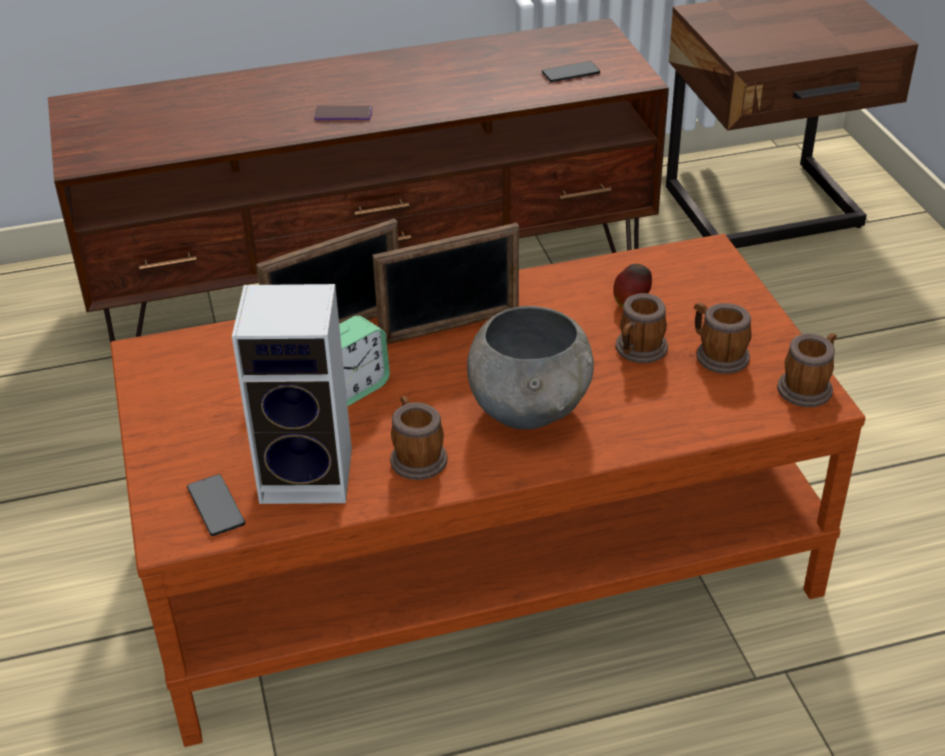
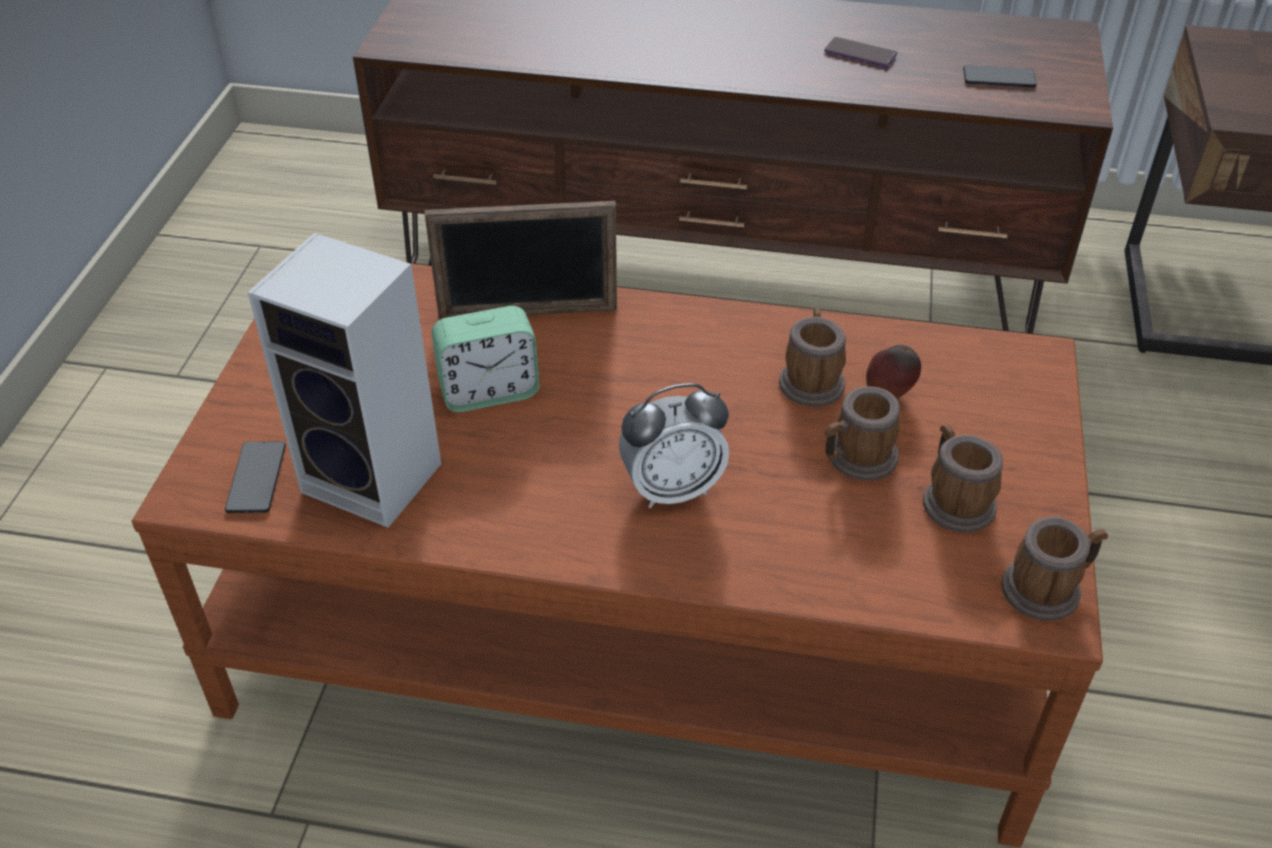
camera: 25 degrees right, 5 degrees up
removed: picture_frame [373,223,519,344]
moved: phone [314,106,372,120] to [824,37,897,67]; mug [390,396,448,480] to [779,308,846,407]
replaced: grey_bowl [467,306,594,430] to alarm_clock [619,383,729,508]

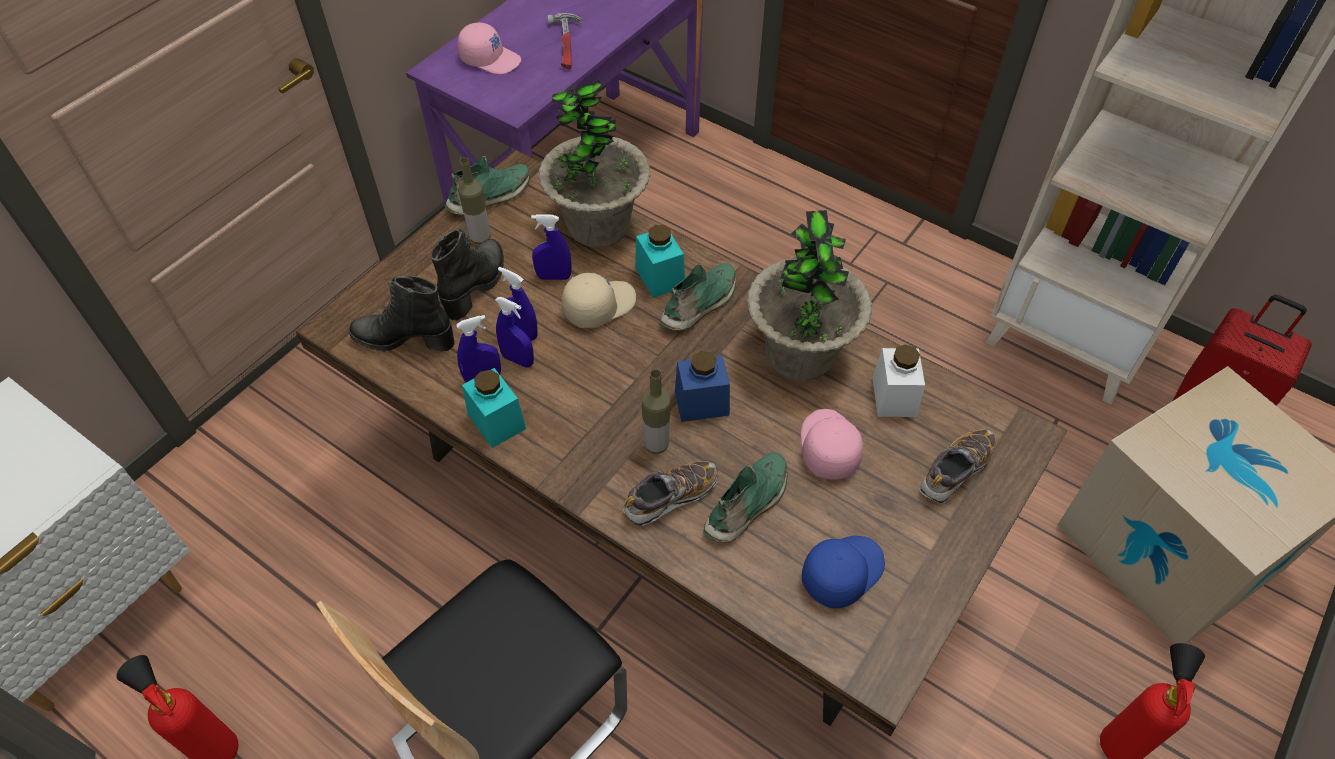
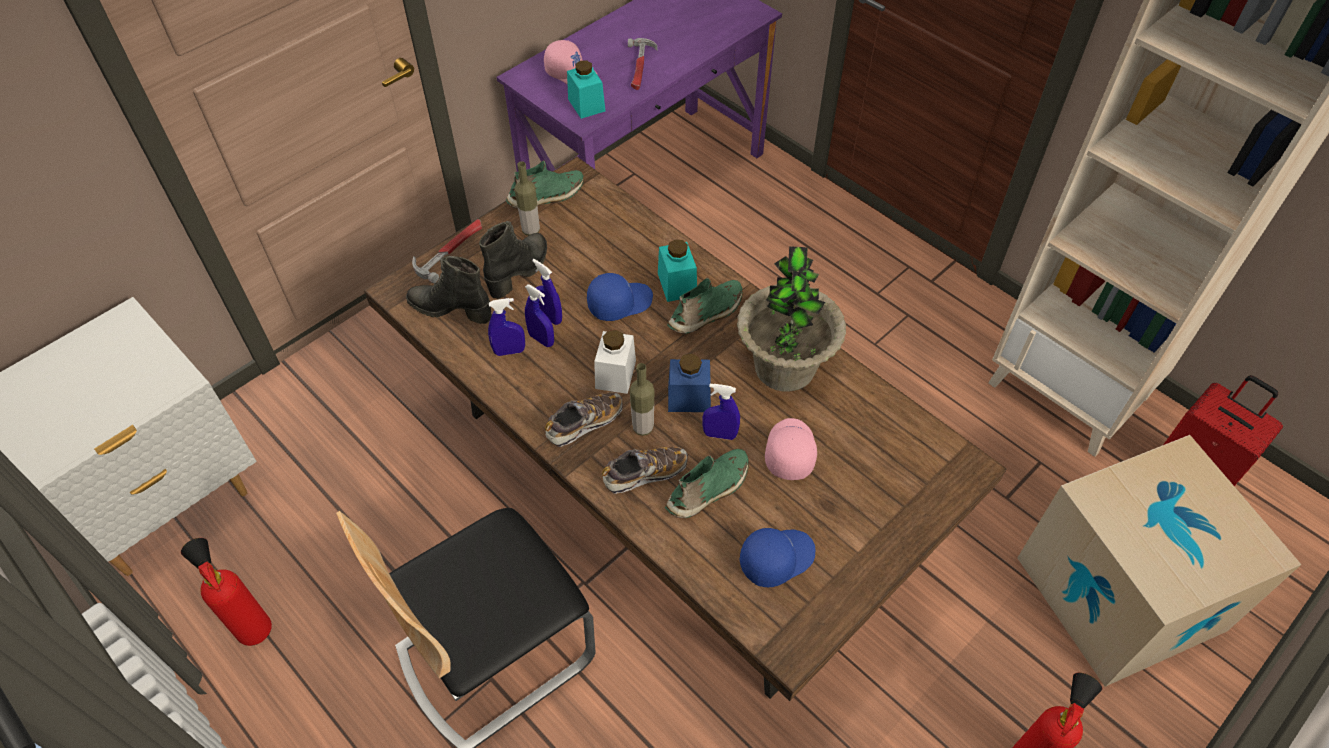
camera: 10 degrees right, 0 degrees up
removed: potted_plant [538,79,651,247]
added: hammer [412,219,482,283]
moved: blue_spray_bottle [531,214,572,280] to [703,384,740,440]; white_jar [872,344,925,417] to [594,330,636,394]; turquoise_jar [462,368,526,448] to [567,60,605,119]; shoe [919,429,997,504] to [545,393,623,447]
recoloured: beige_cap [562,273,636,328] to blue_cap [587,273,653,321]

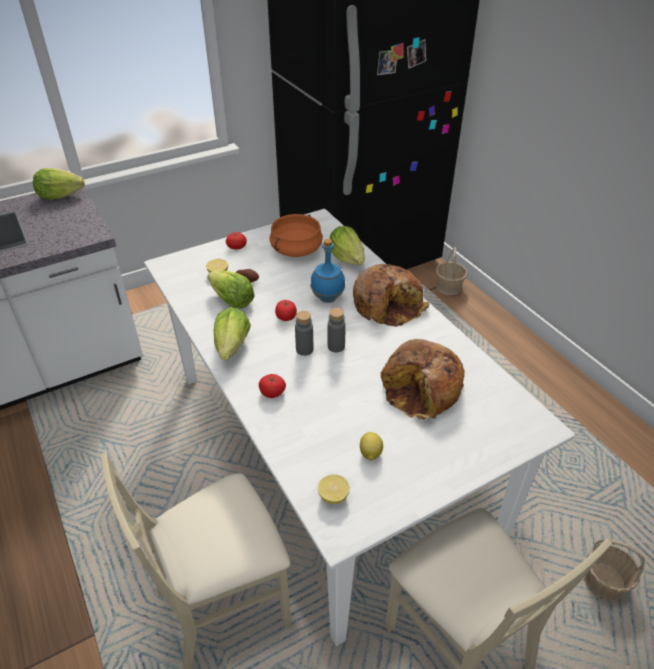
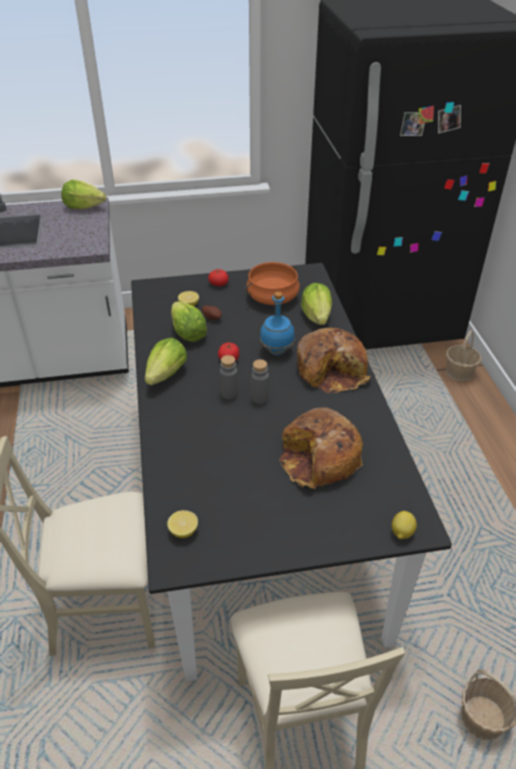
camera: 20 degrees right, 0 degrees up
removed: tomato [259,374,286,398]
moved: lemon [360,432,383,460] to [392,511,417,539]
recoloured: white_dining_table [144,209,575,646] to black_dining_table [131,263,452,681]

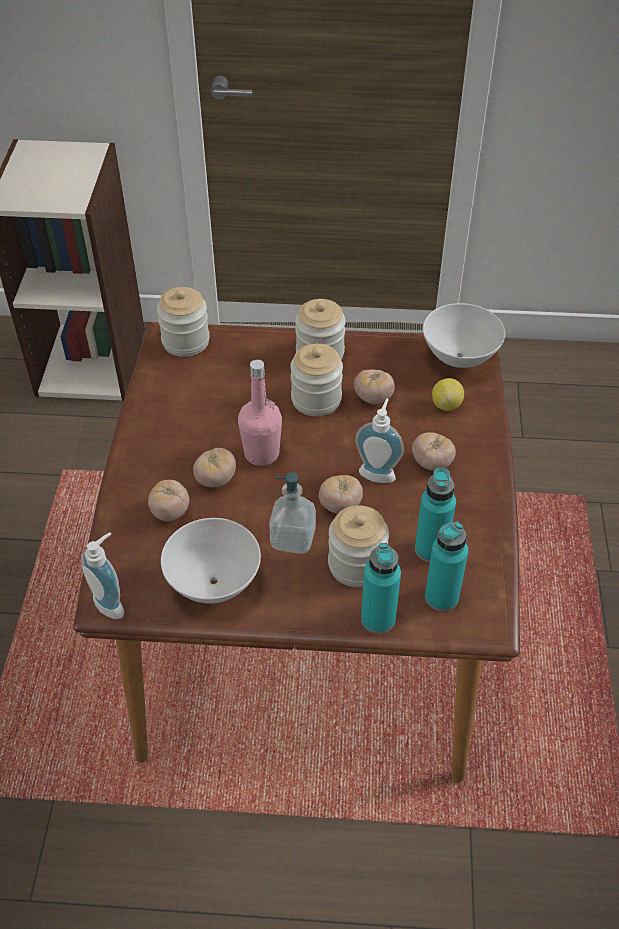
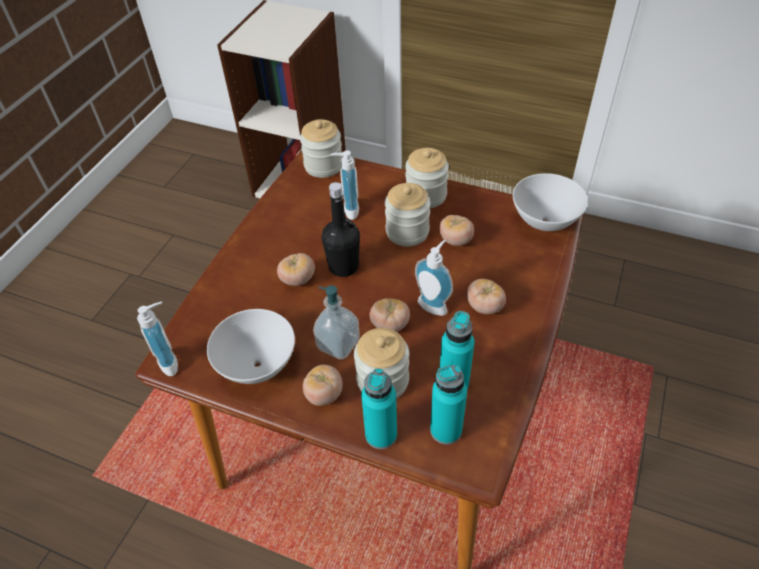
camera: 20 degrees right, 0 degrees up
removed: lemon [432,378,464,411]
added: soap_dispenser [331,151,359,220]
moved: tomato [148,480,189,522] to [303,364,342,406]
recoloured: pink_bottle [238,360,282,466] to black_bottle [322,182,360,277]

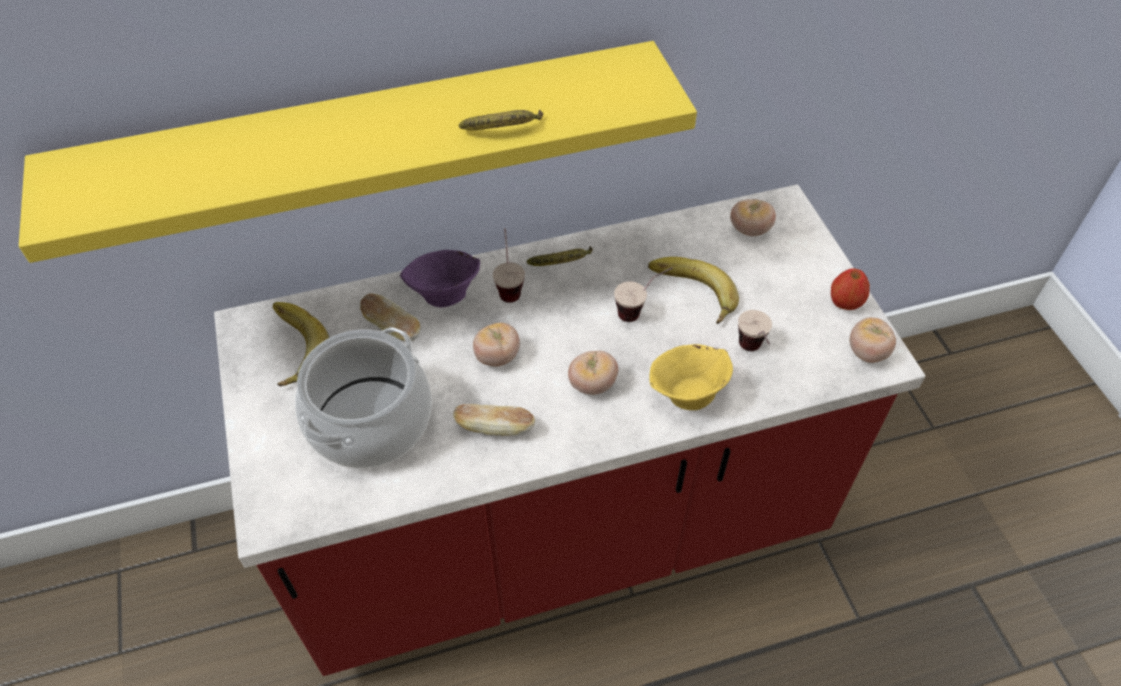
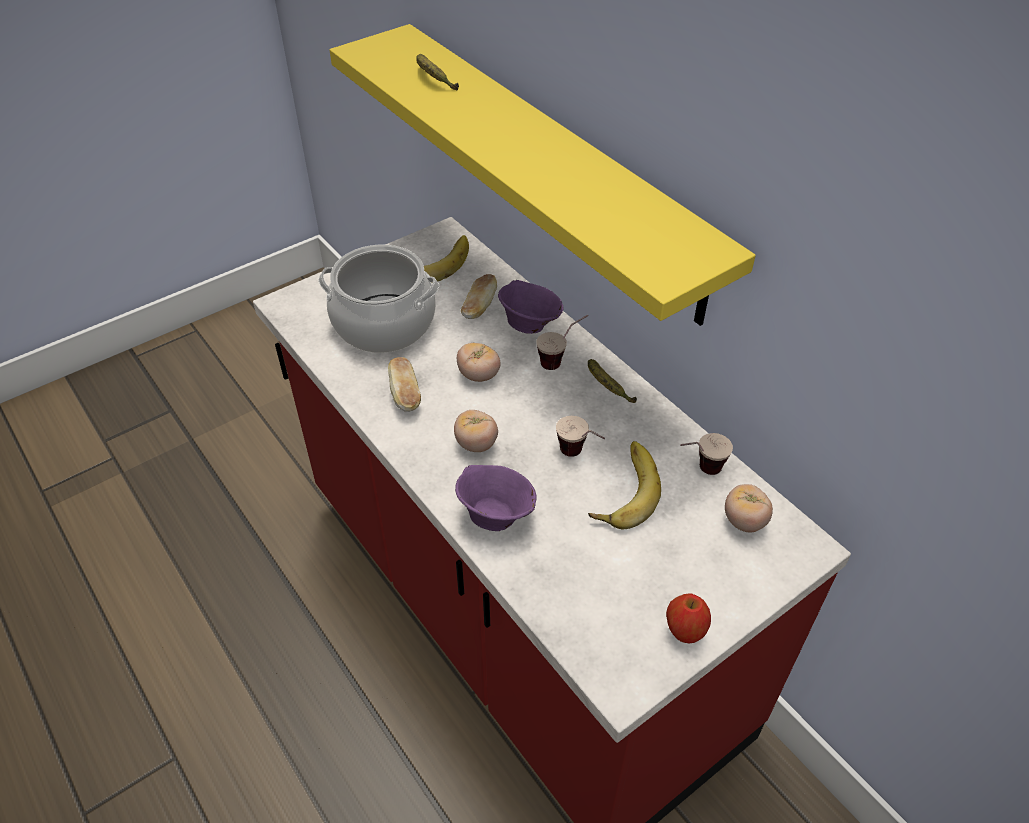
camera: 70 degrees right, 5 degrees down
removed: tomato [850,317,896,363]
moved: banana [459,110,543,130] to [416,54,459,90]; cup [738,310,772,351] to [680,433,733,475]
recoloured: yellow_bowl [649,344,733,410] to purple_bowl [455,465,536,531]

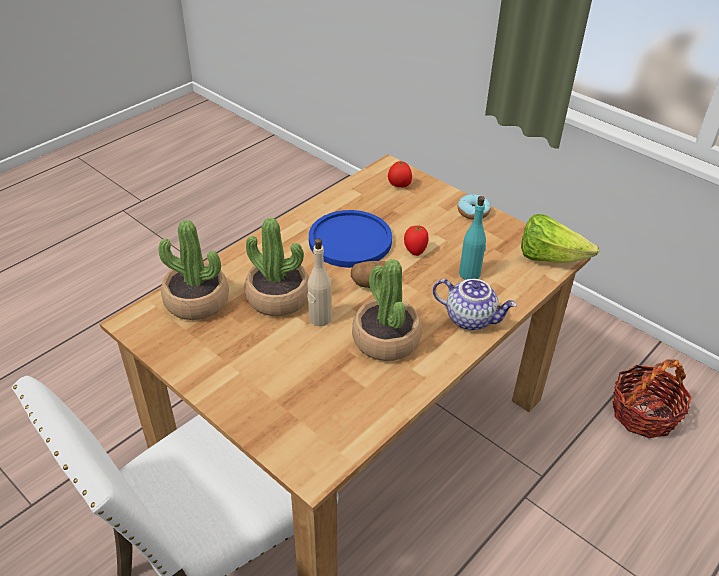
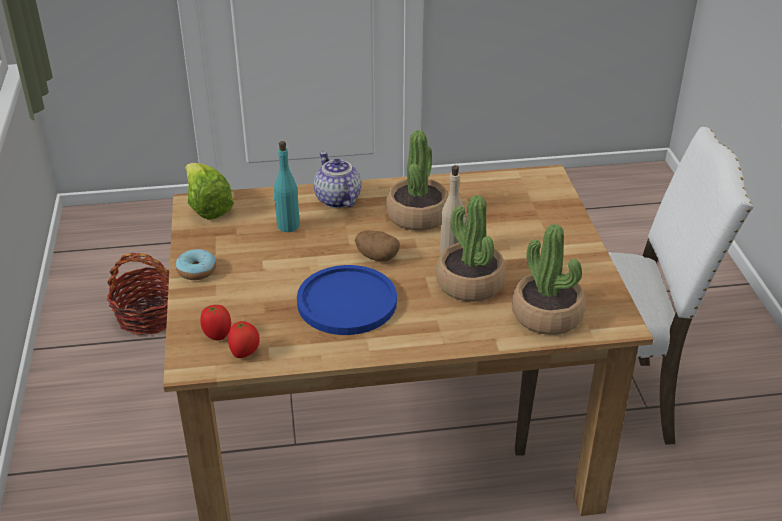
camera: 140 degrees left, 5 degrees down
moved: tomato [404,225,429,256] to [228,321,260,358]

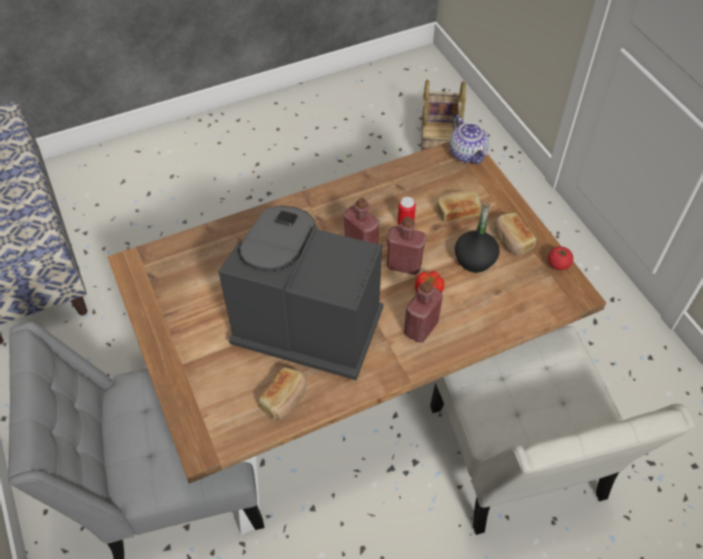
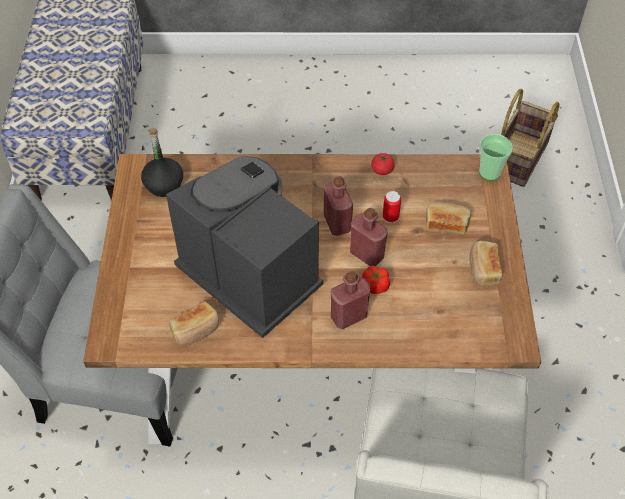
camera: 25 degrees right, 0 degrees up
moved: black_bottle [455,201,500,273] to [141,128,183,197]; tomato [548,246,573,270] to [371,153,394,175]
replaced: teapot [449,115,489,164] to cup [479,134,513,181]

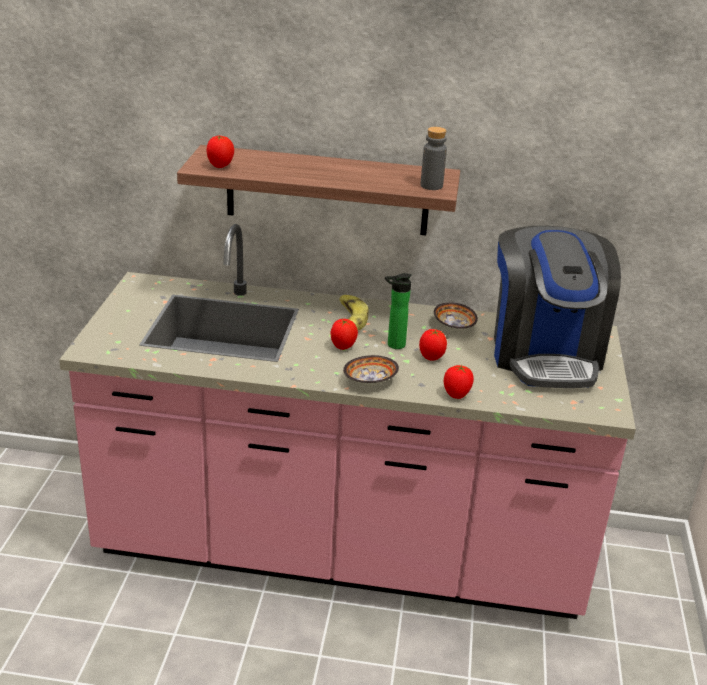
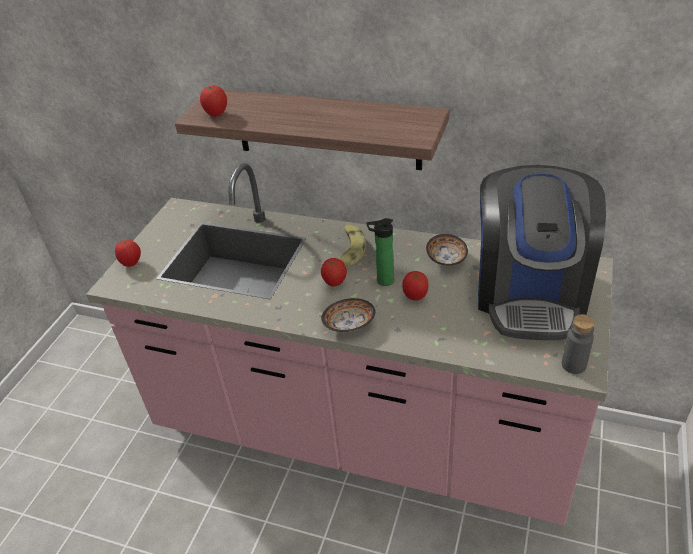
camera: 15 degrees right, 10 degrees up
moved: grey_bottle [421,127,447,190] to [562,314,595,374]; tomato [444,365,474,399] to [115,240,141,267]

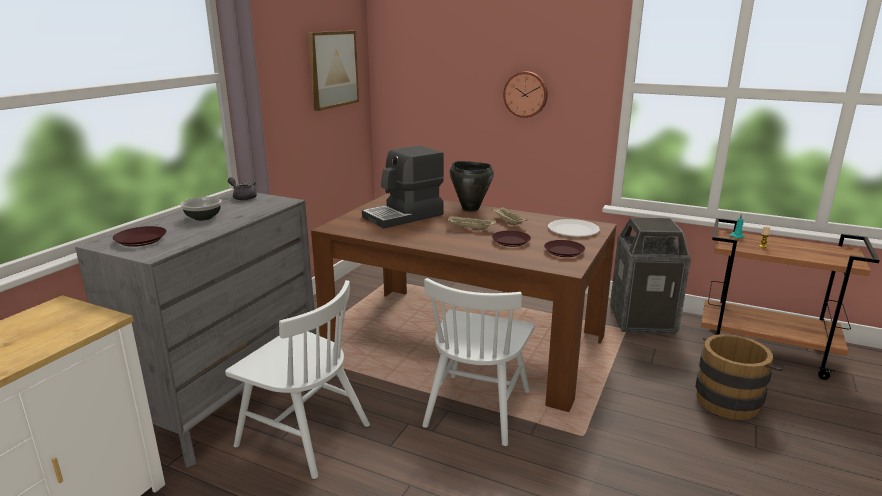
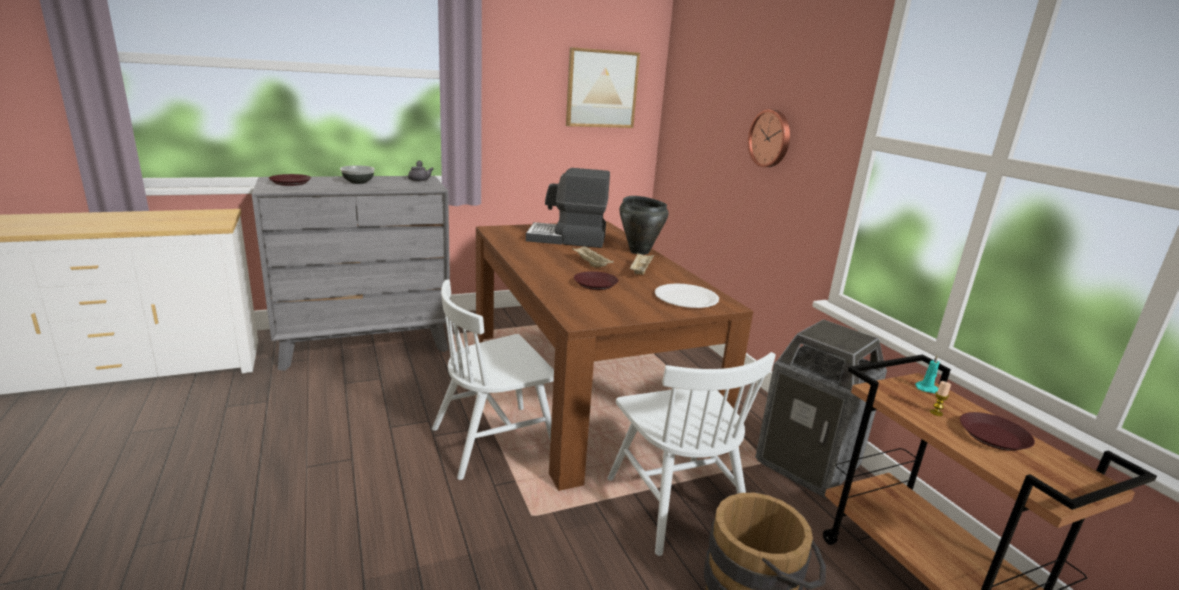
camera: 40 degrees right, 0 degrees up
moved: brown_plate [544,240,585,257] to [960,412,1035,451]; white_chair [225,280,370,479] to [607,352,776,556]

